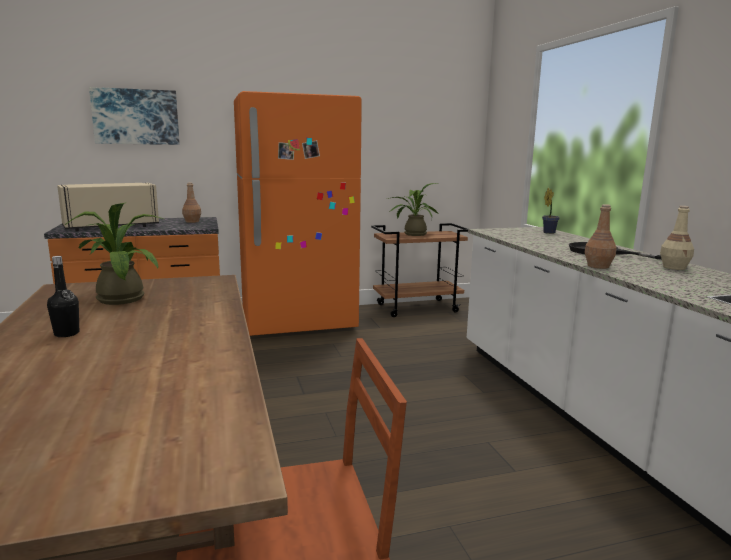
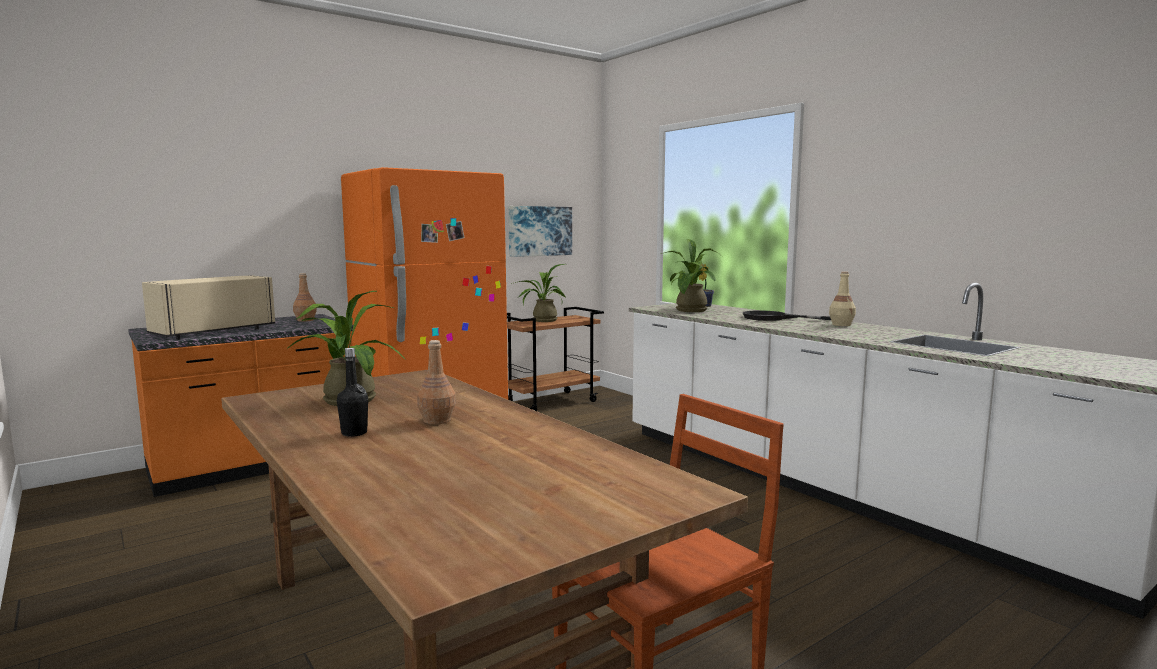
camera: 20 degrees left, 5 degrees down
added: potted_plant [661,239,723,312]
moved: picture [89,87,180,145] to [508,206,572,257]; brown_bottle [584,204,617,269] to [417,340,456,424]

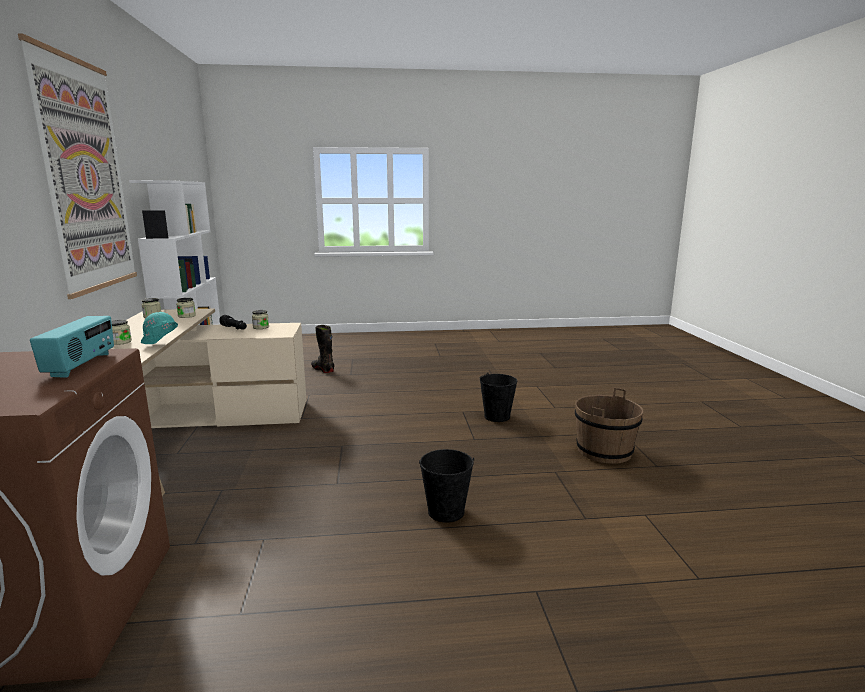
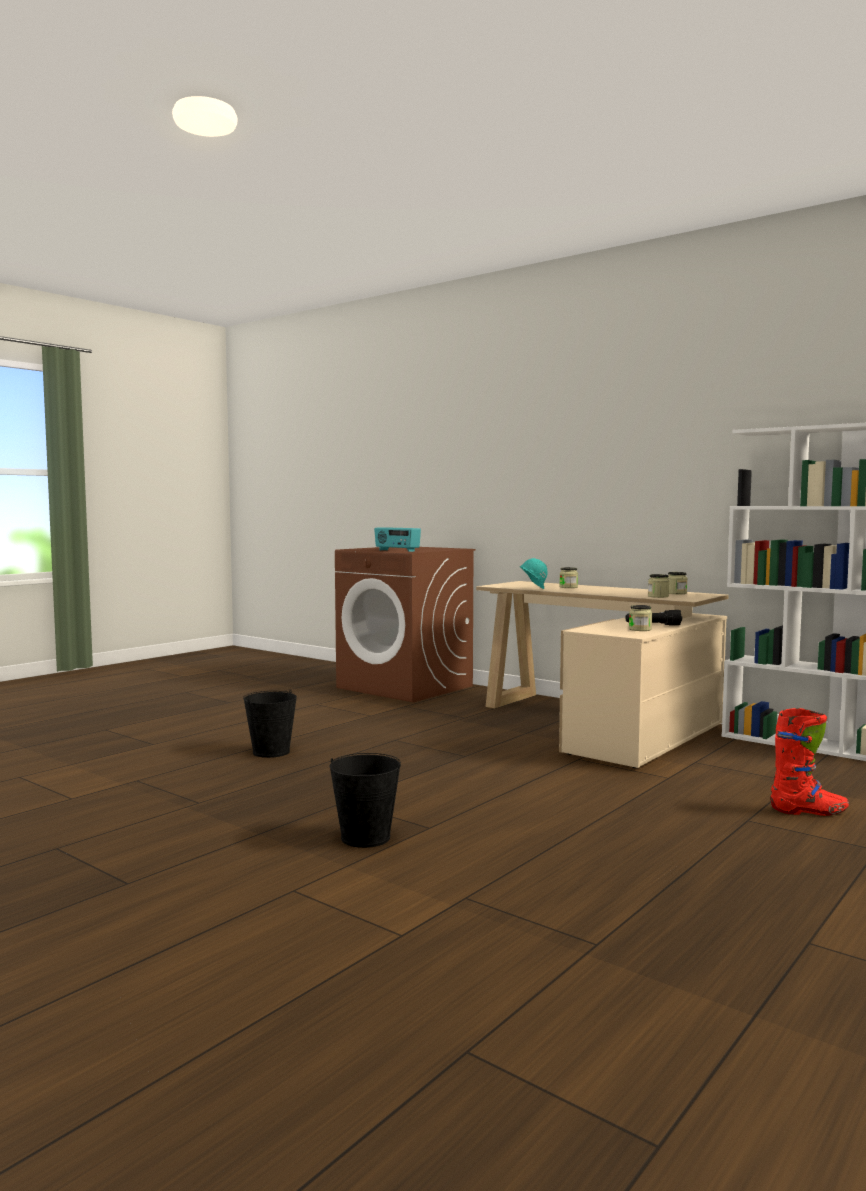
camera: 135 degrees right, 10 degrees down
removed: picture [18,33,137,299]; brown_bucket [575,388,643,464]
recoloured: black_boot [311,325,334,373] to red_boot [770,708,849,816]

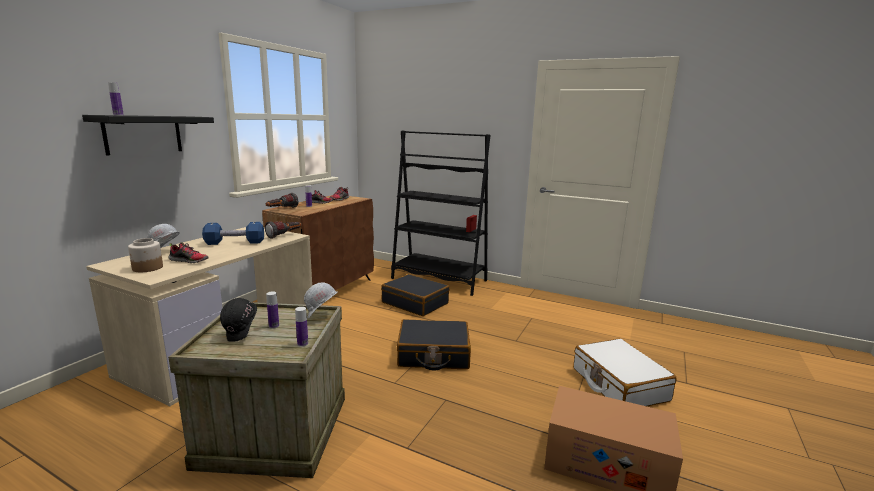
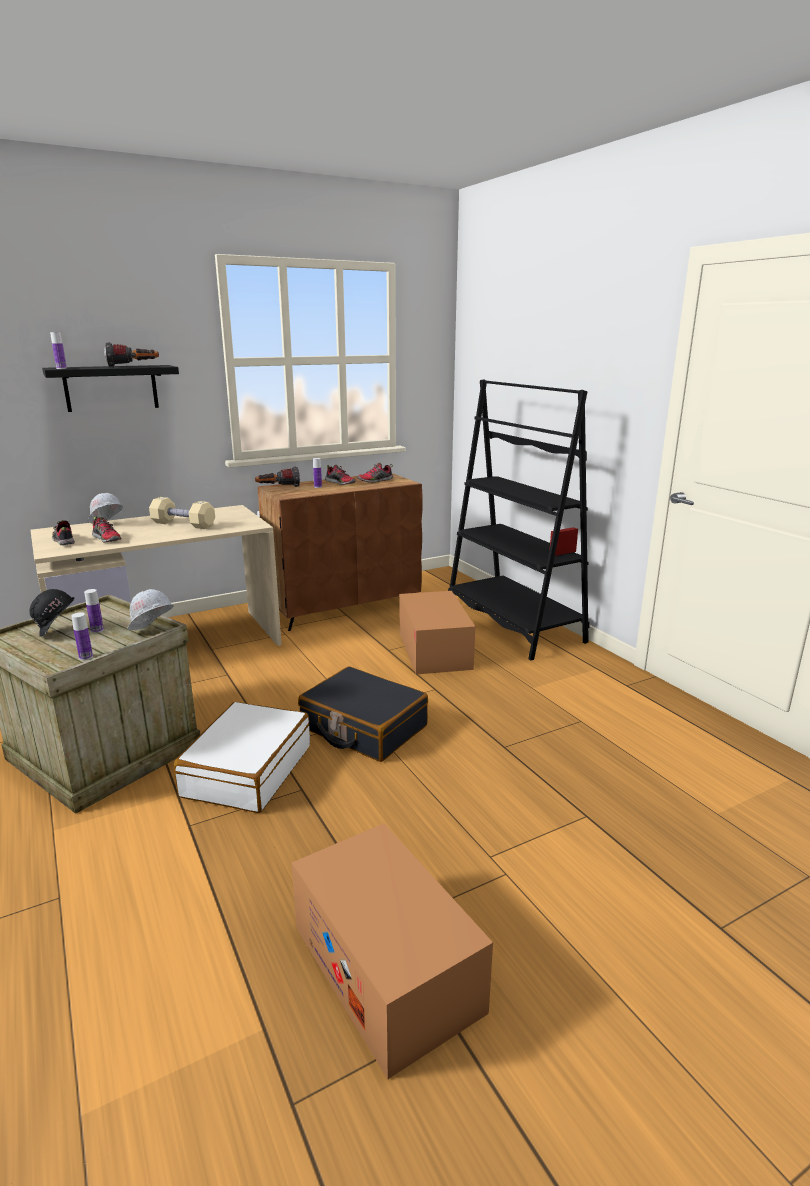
camera: 35 degrees right, 5 degrees up
moved: flashlight [265,221,302,239] to [104,342,159,367]; white_suitcase [574,339,677,406] to [174,702,310,813]
replaced: jar [128,238,163,272] to shoe [52,520,75,545]; black_suitcase [381,274,450,316] to cardboard_box [399,591,475,674]
recoloured: blue_dumbbell [202,222,264,245] to beige_dumbbell [149,497,215,529]

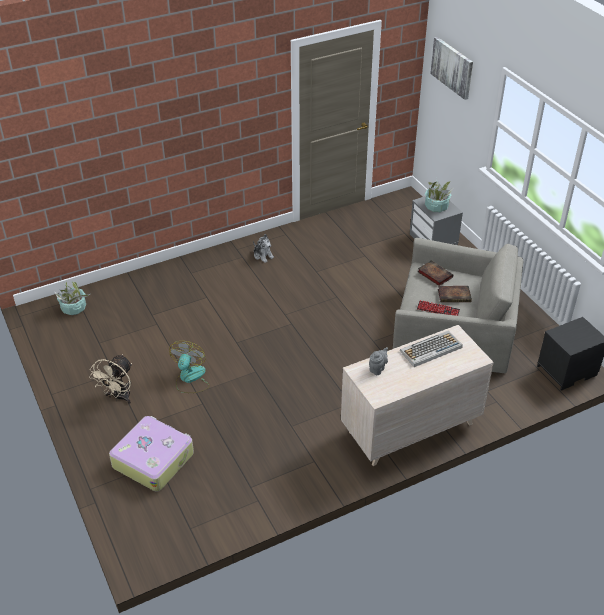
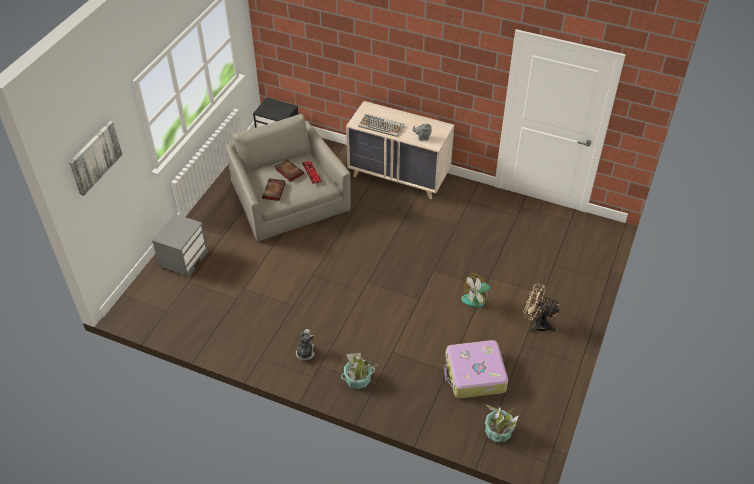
camera: 130 degrees left, 5 degrees up
moved: potted_plant [425,181,454,212] to [341,353,377,389]; suitcase [109,416,194,492] to [444,340,508,398]
turned: beige_fan [89,354,132,404] = [523,283,560,332] 135 degrees counterclockwise

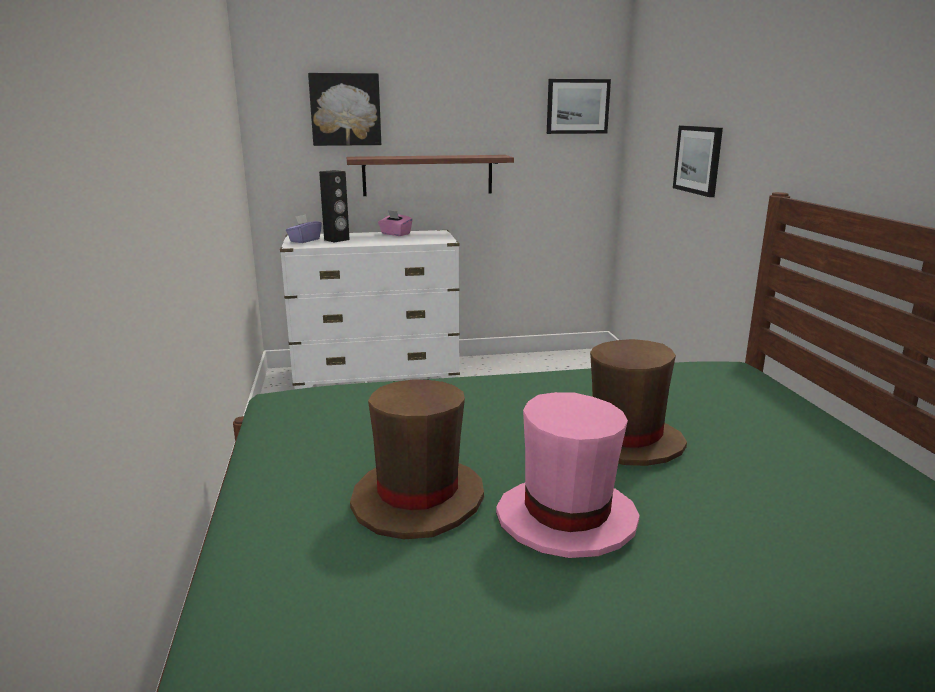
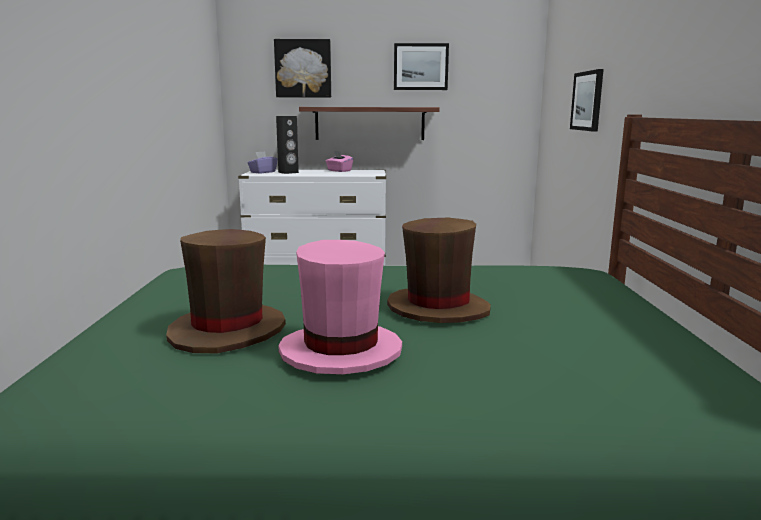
camera: 10 degrees right, 5 degrees down
moved: picture [547,79,611,134] to [394,43,449,90]

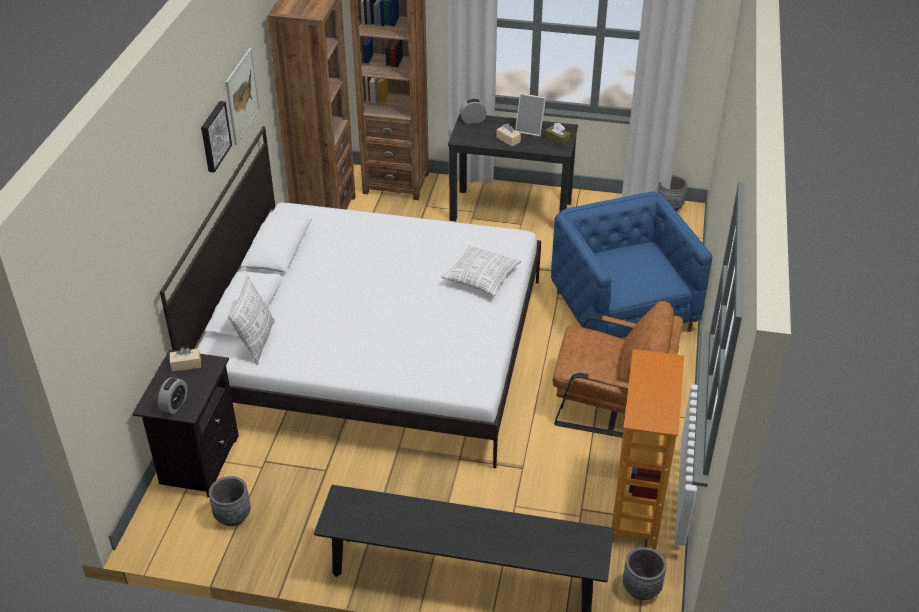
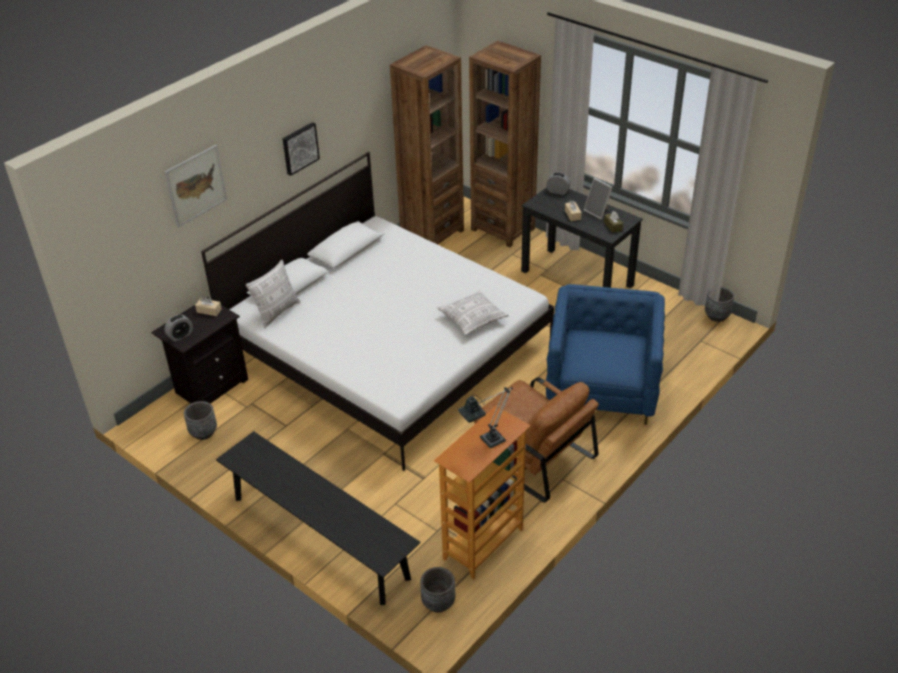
camera: 30 degrees right, 0 degrees up
added: table_lamp [458,387,513,448]
moved: picture [225,48,260,145] to [165,145,227,227]

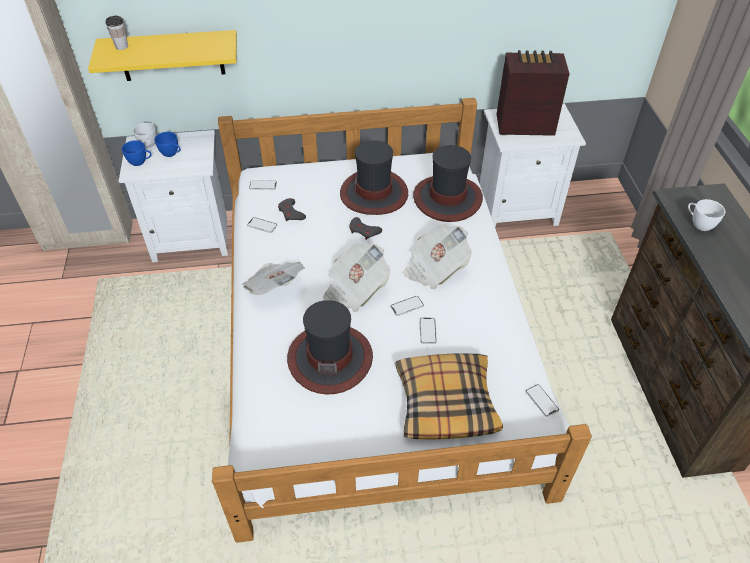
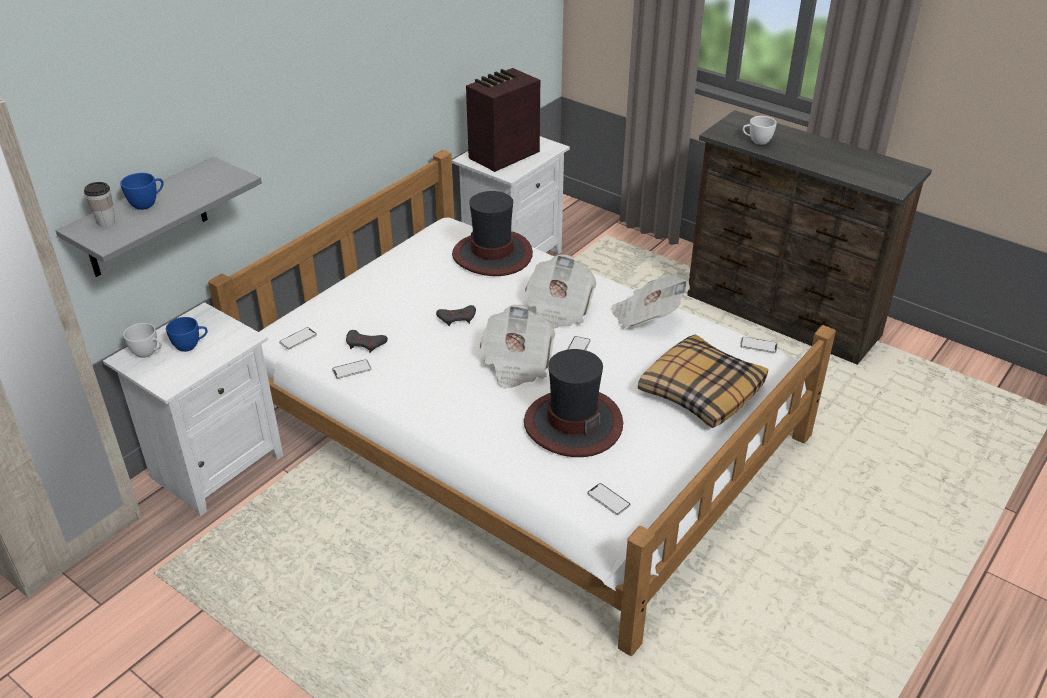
camera: 45 degrees left, 10 degrees down
removed: hat [340,140,408,215]
moved: blue_cup [122,140,152,166] to [120,173,163,210]; newspaper [242,262,305,294] to [611,274,690,329]; phone [419,318,437,344] to [587,483,630,515]
recoloured: yellow_shelf [88,30,237,81] to grey_shelf [56,156,262,277]

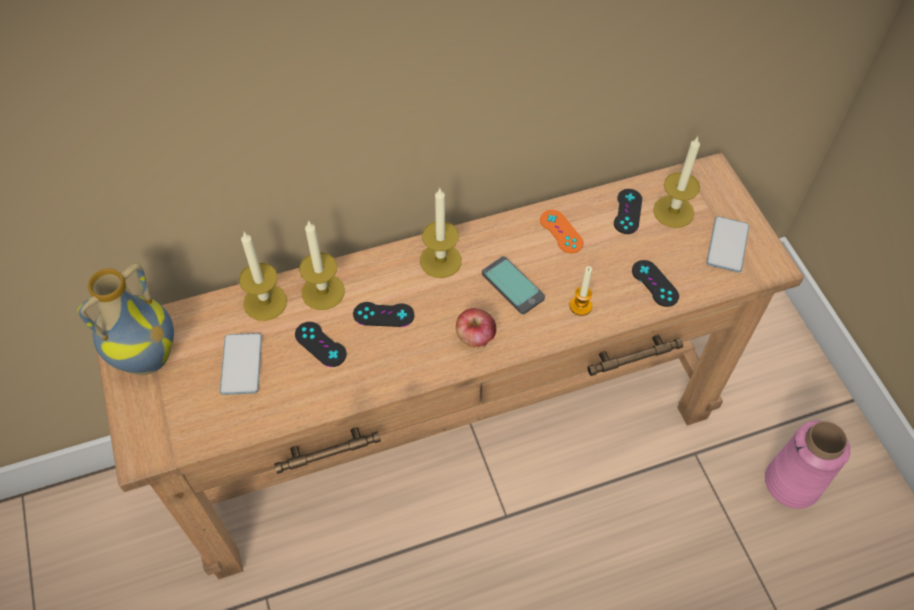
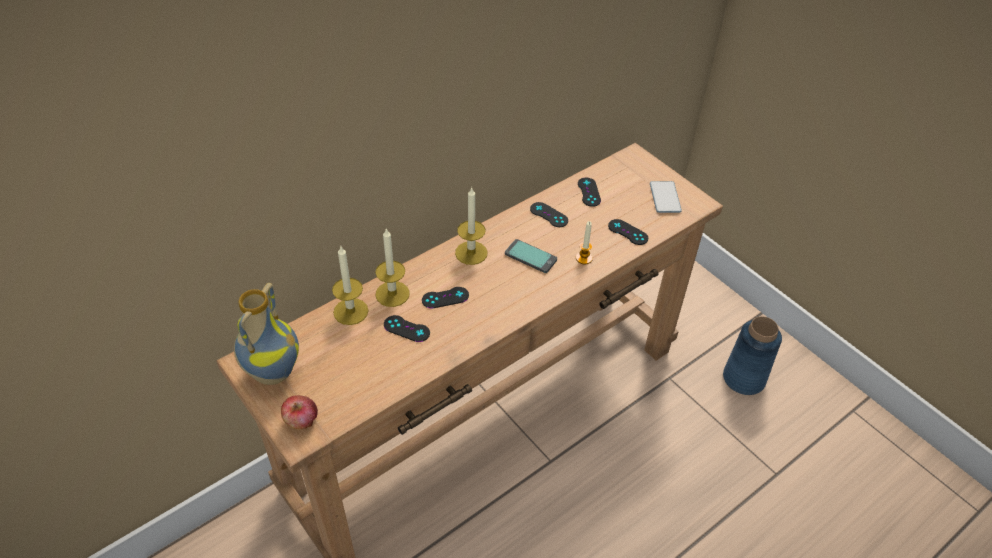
camera: 20 degrees left, 10 degrees down
removed: candle [653,136,700,228]; phone [220,333,262,395]
moved: apple [456,308,496,347] to [281,395,318,429]
recoloured: orange_game_controller [540,210,584,253] to black_game_controller [530,202,568,227]; pink_vase [765,420,850,509] to blue_vase [723,316,782,395]

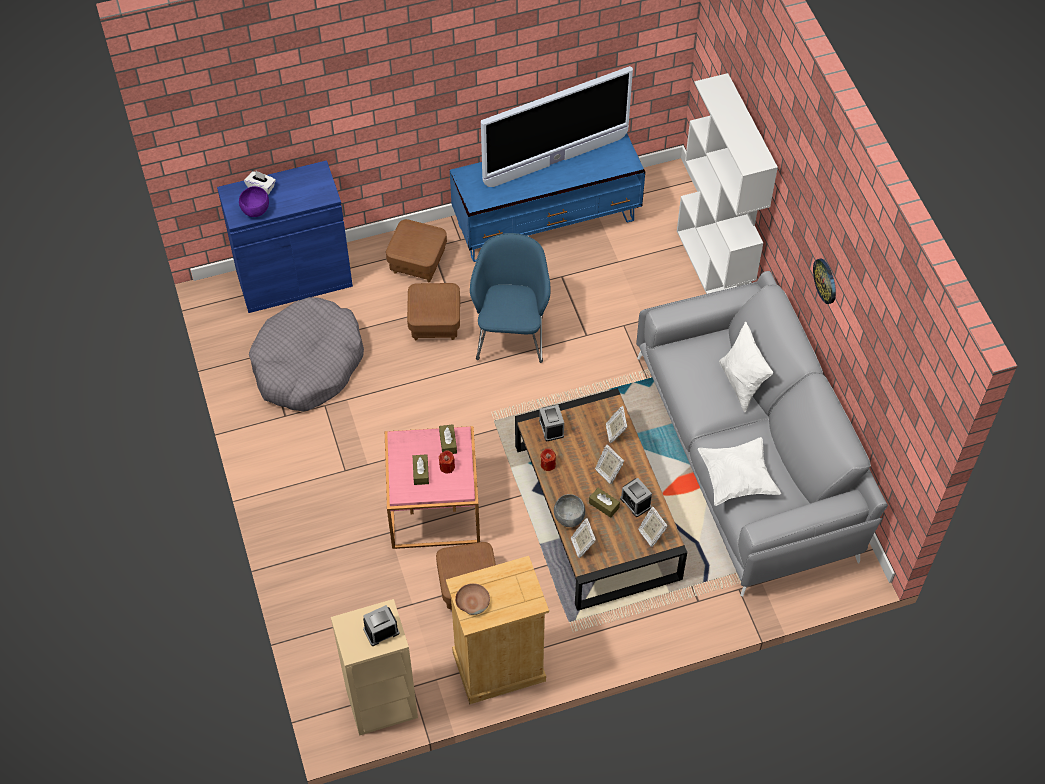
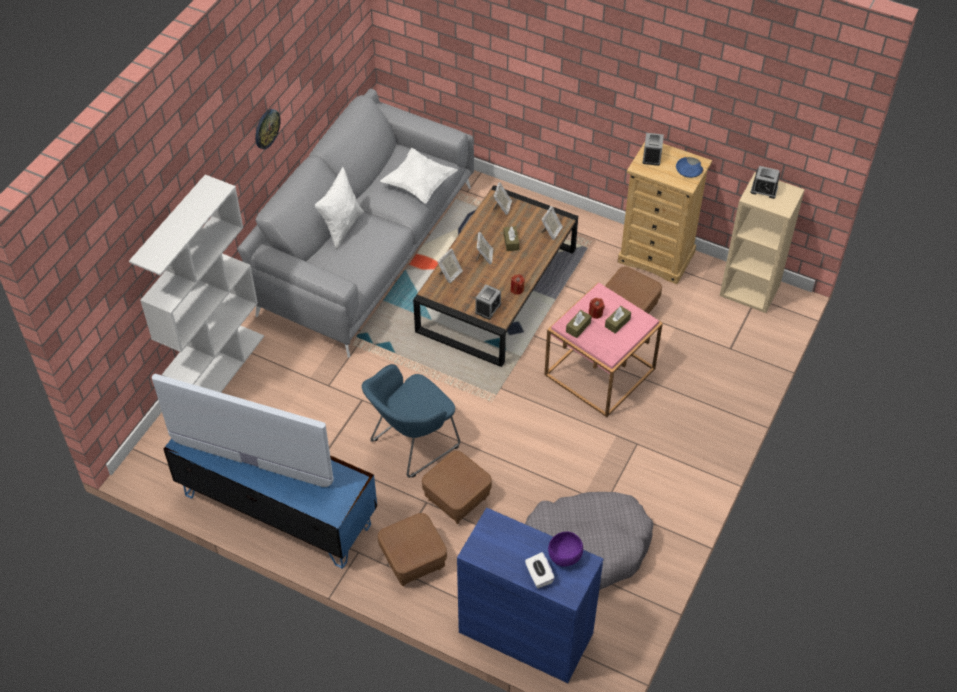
camera: 135 degrees left, 5 degrees down
removed: grey_bowl [554,494,585,527]
moved: alarm_clock [620,478,652,517] to [643,133,664,166]
recoloured: brown_bowl [455,583,490,615] to blue_bowl [676,157,704,178]

